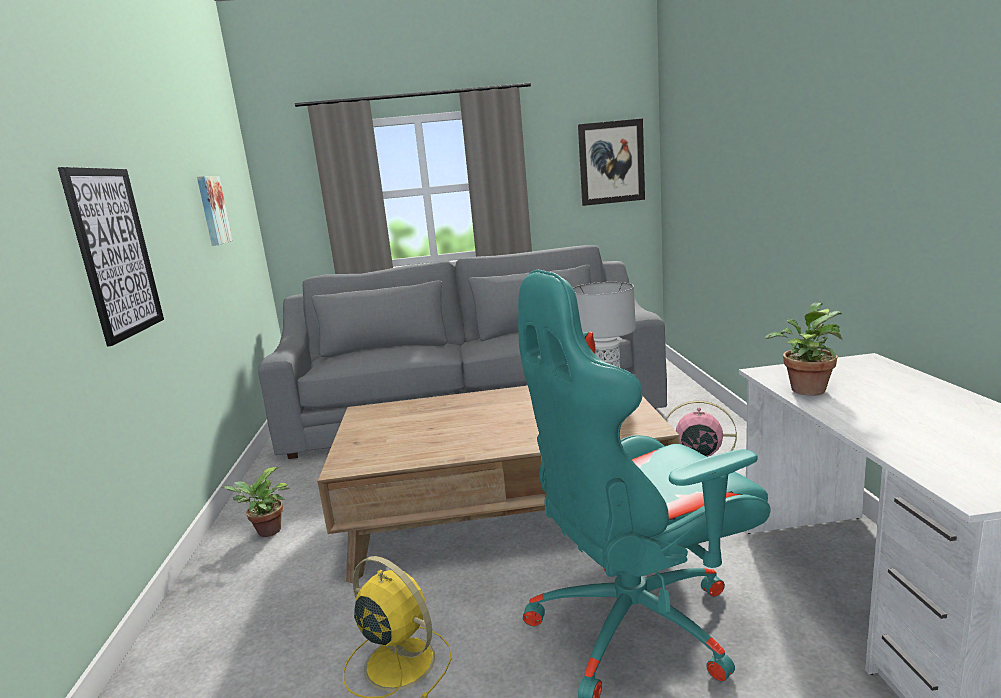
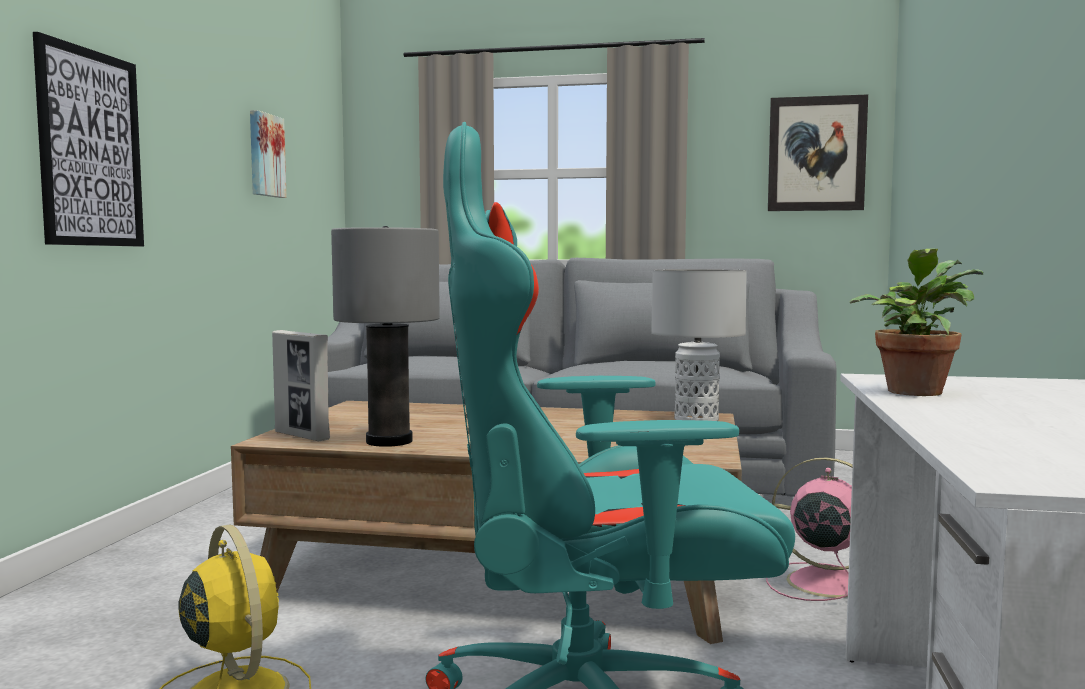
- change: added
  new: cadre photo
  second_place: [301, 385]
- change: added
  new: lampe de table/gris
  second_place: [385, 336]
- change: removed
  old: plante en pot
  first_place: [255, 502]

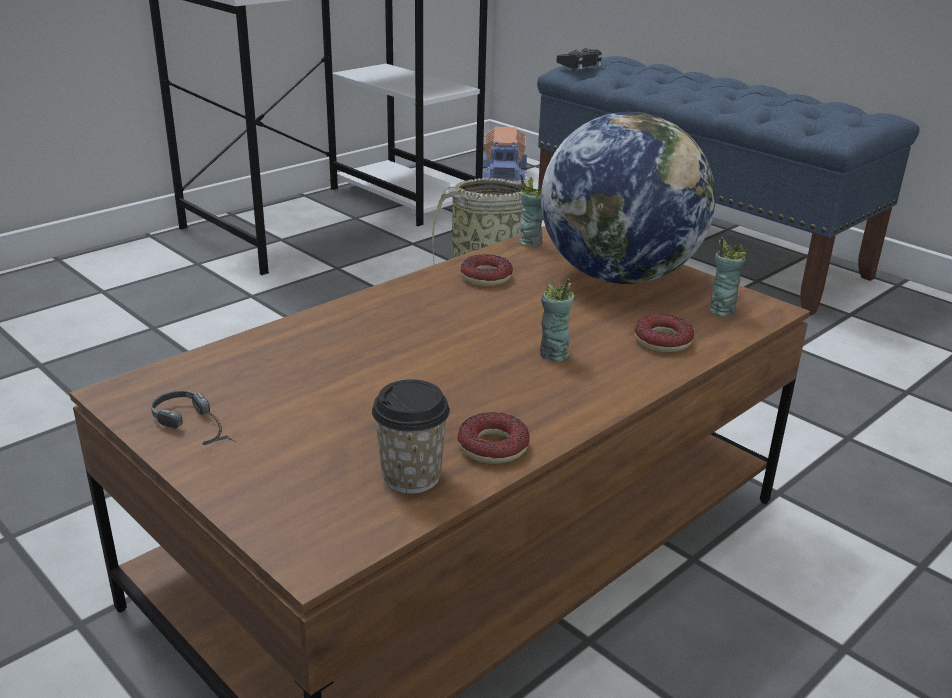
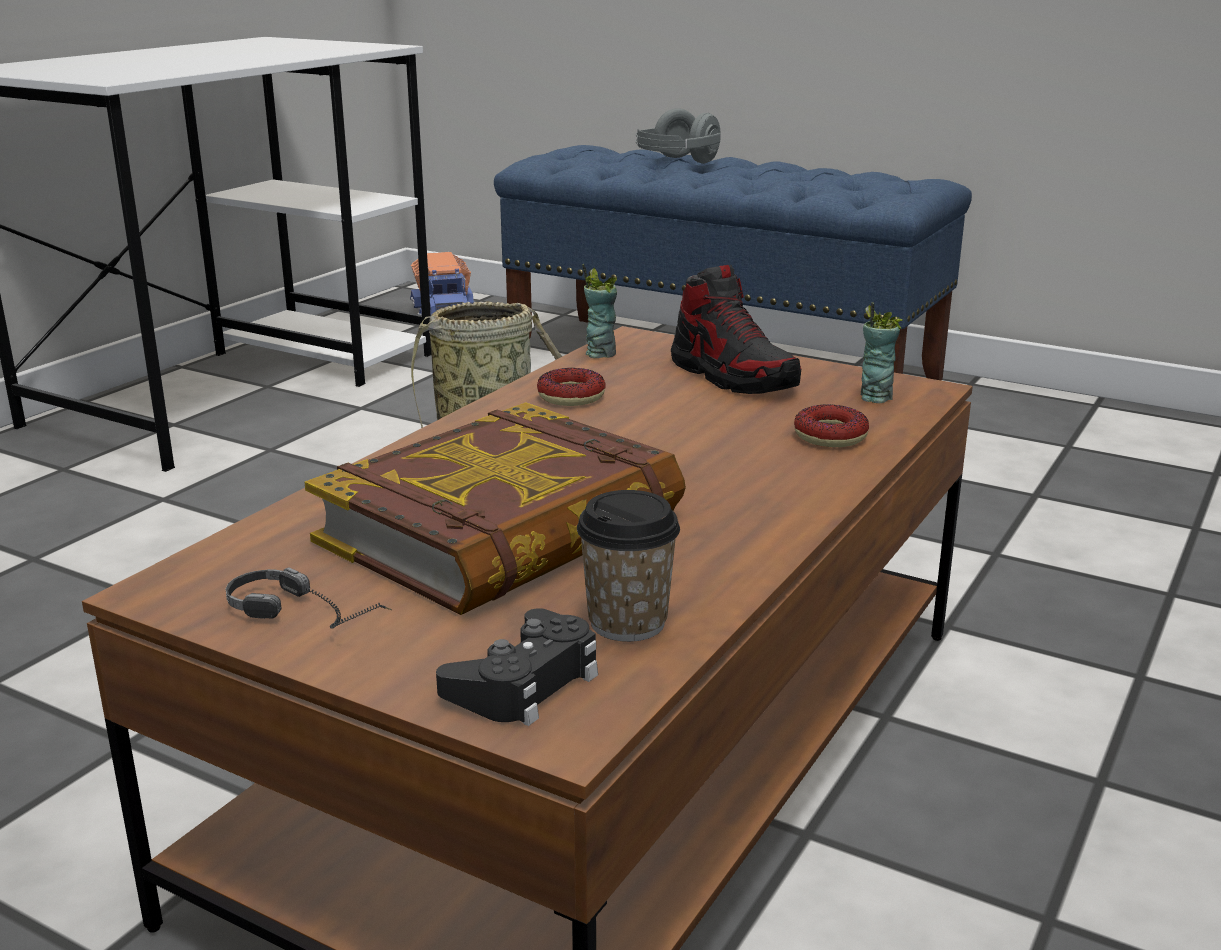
- change: added
  new: livre
  second_place: [495, 508]
- change: moved
  old: manette/noir
  first_place: [579, 58]
  second_place: [517, 667]
- change: added
  new: casque audio/gris
  second_place: [678, 136]
- change: replaced
  old: globe
  new: chaussure
  first_place: [628, 198]
  second_place: [736, 329]
- change: removed
  old: beignet
  first_place: [493, 438]
- change: removed
  old: tasse
  first_place: [557, 320]

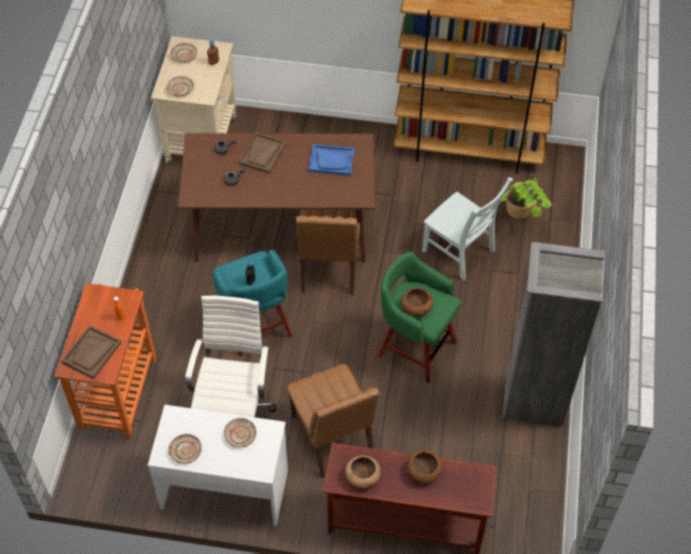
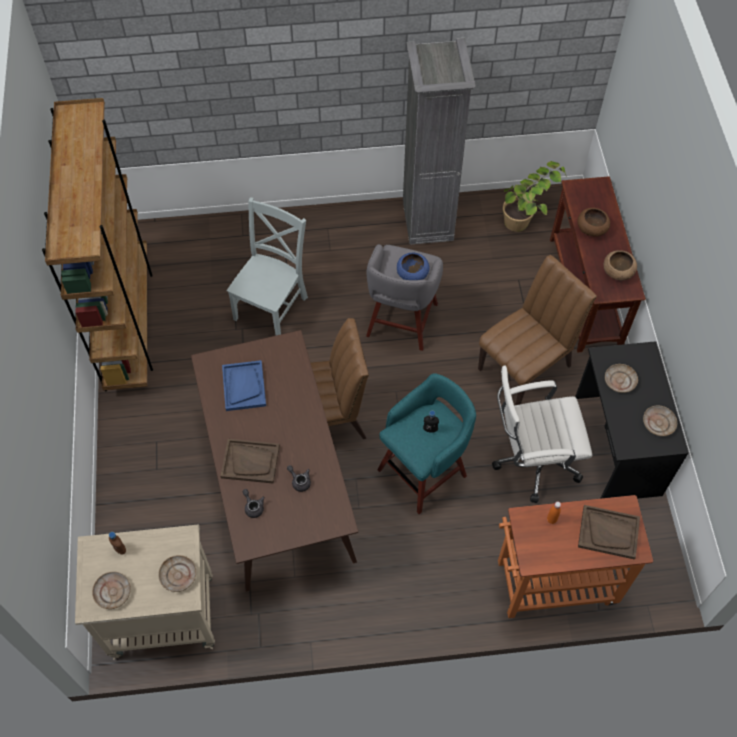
- change: recoloured
  old: tabouret/vert
  new: tabouret/gris
  first_place: [420, 317]
  second_place: [404, 297]
- change: recoloured
  old: bol/marron
  new: bol/bleu
  first_place: [417, 302]
  second_place: [413, 266]
- change: moved
  old: plante en pot
  first_place: [525, 198]
  second_place: [535, 196]
- change: recoloured
  old: bureau/blanc
  new: bureau/noir
  first_place: [218, 465]
  second_place: [632, 420]

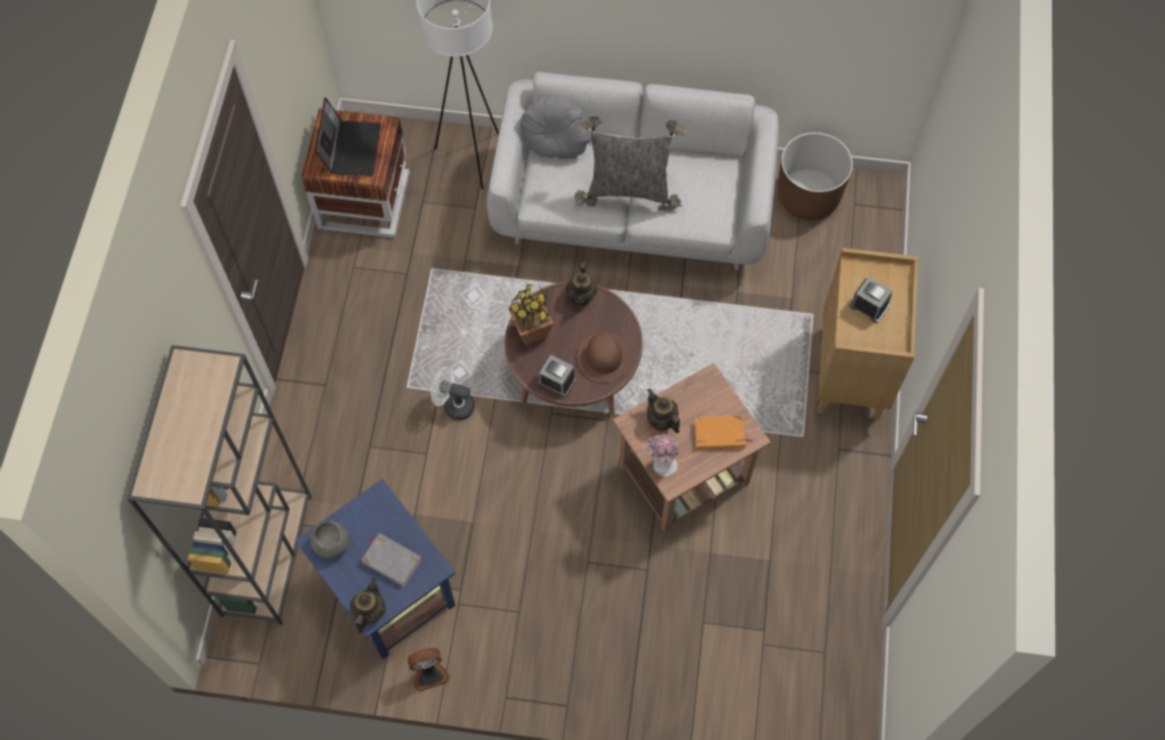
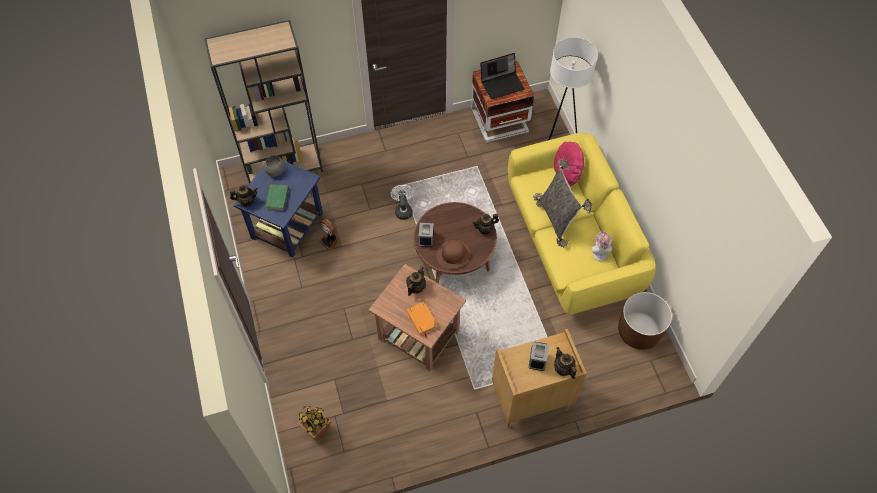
- change: recoloured
  old: livre/gris
  new: livre/vert
  first_place: [391, 560]
  second_place: [277, 197]
- change: moved
  old: plante en pot
  first_place: [530, 315]
  second_place: [314, 423]
- change: moved
  old: ventilateur
  first_place: [428, 670]
  second_place: [329, 235]
- change: recoloured
  old: canapé/gris
  new: canapé/jaune
  first_place: [633, 171]
  second_place: [582, 223]
- change: recoloured
  old: coussin/gris
  new: coussin/rose
  first_place: [555, 127]
  second_place: [569, 164]
- change: added
  new: théière
  second_place: [565, 363]
- change: moved
  old: chapeau
  first_place: [662, 455]
  second_place: [602, 246]

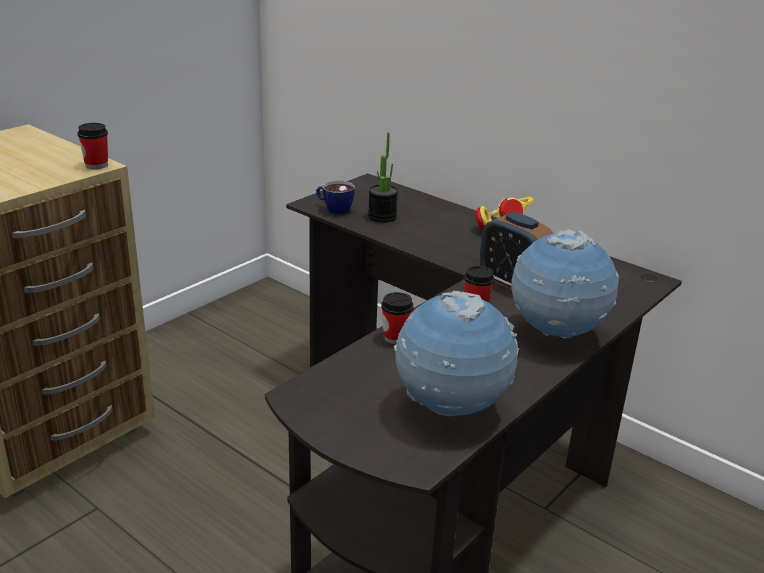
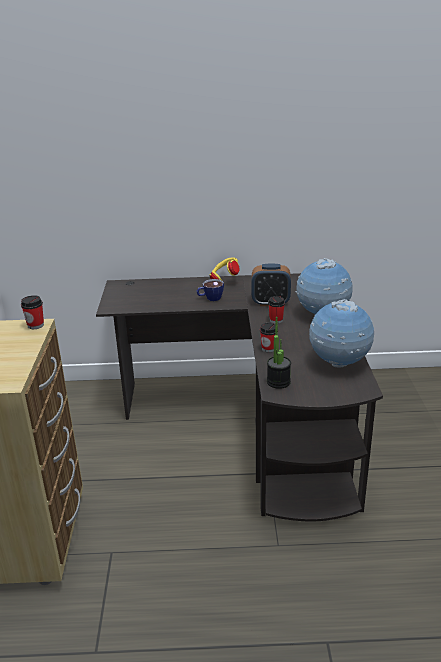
- change: moved
  old: tasse
  first_place: [335, 197]
  second_place: [210, 290]
- change: moved
  old: plante en pot
  first_place: [383, 177]
  second_place: [279, 353]

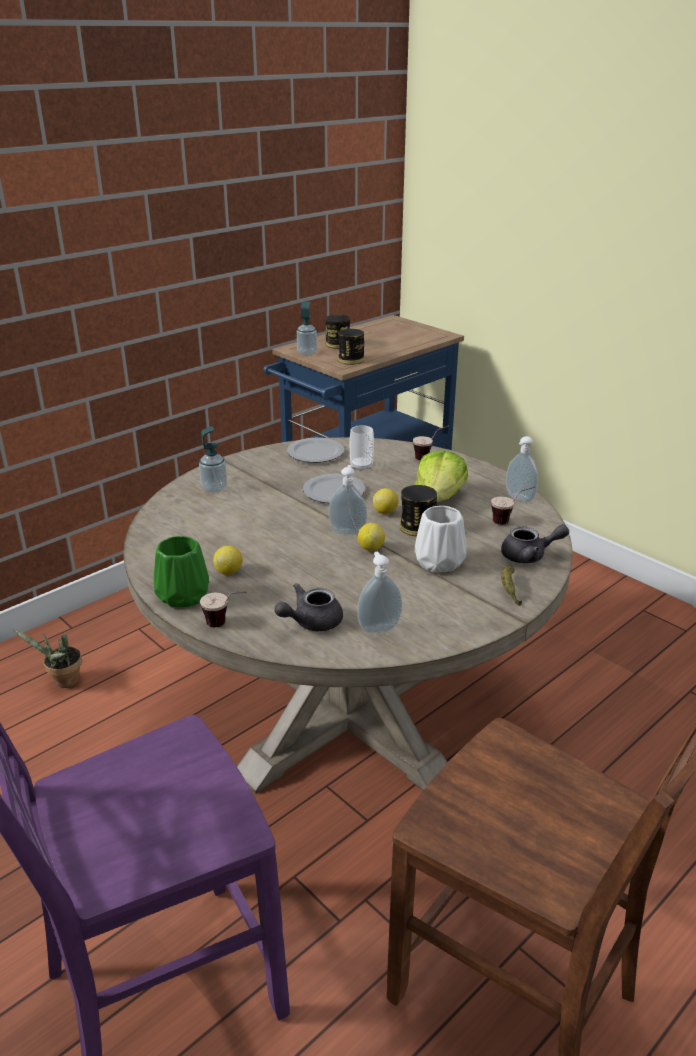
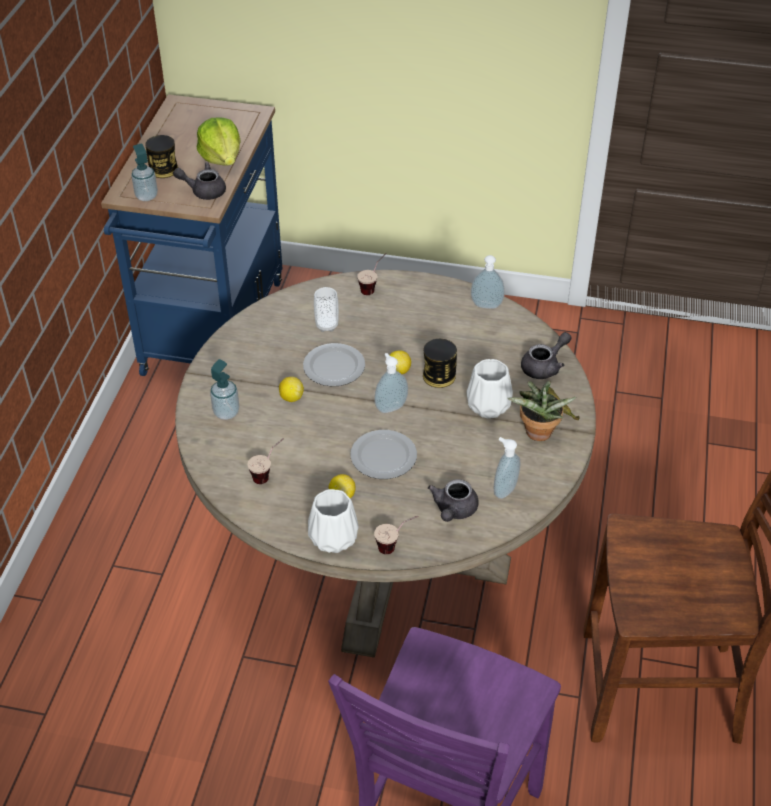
- change: replaced
  old: boîte métallique
  new: théière/gris
  first_place: [351, 347]
  second_place: [199, 181]
- change: moved
  old: laitue
  first_place: [441, 476]
  second_place: [219, 141]
- change: moved
  old: tasse
  first_place: [513, 506]
  second_place: [266, 461]
- change: moved
  old: citron
  first_place: [371, 537]
  second_place: [291, 389]
- change: recoloured
  old: vase/vert
  new: vase/blanc
  first_place: [181, 571]
  second_place: [333, 521]
- change: moved
  old: assiette
  first_place: [315, 450]
  second_place: [383, 454]
- change: moved
  old: plante en pot
  first_place: [47, 658]
  second_place: [541, 411]

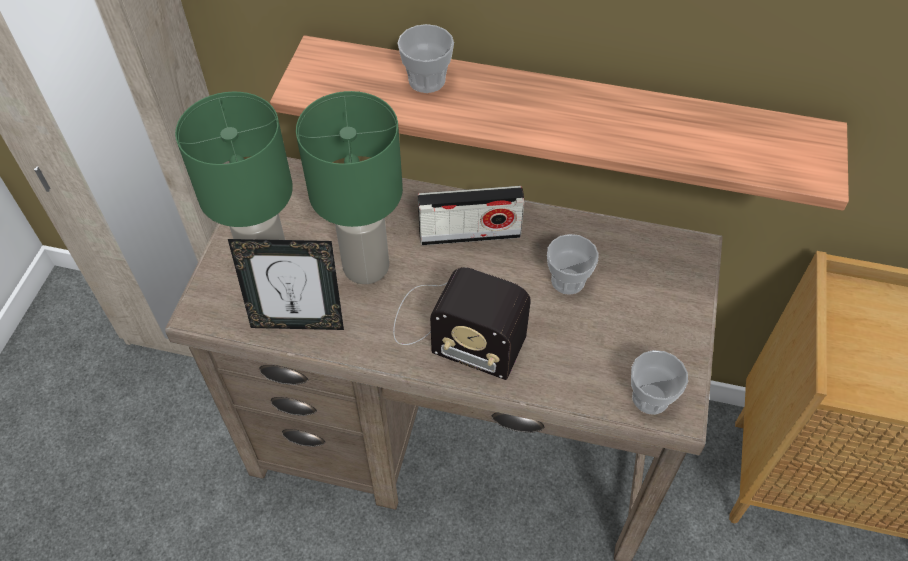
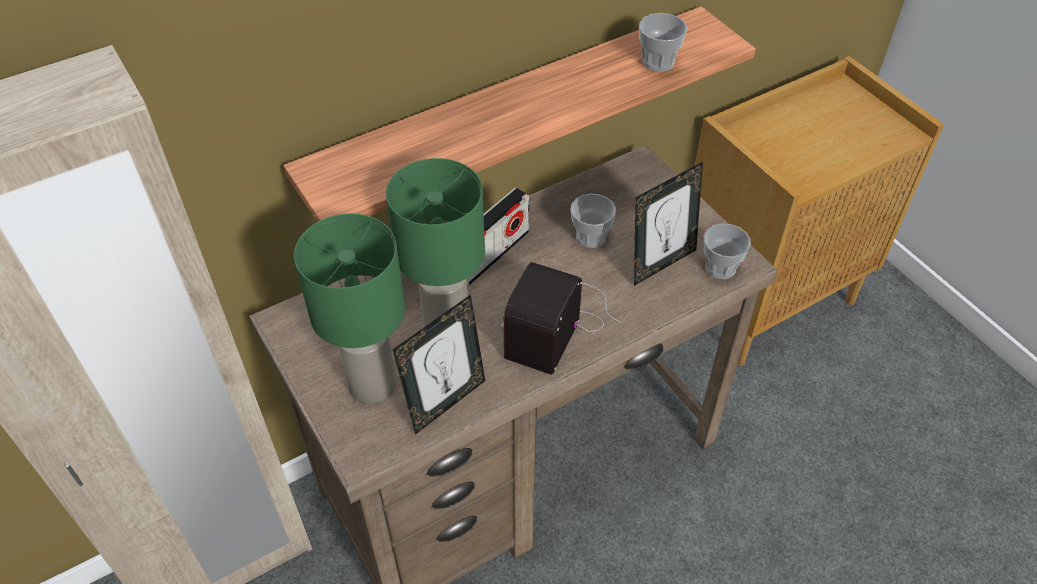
- change: turned
  old: radio
  first_place: [462, 323]
  second_place: [561, 318]
  degrees: 135
- change: added
  new: cadre photo
  second_place: [668, 224]
- change: moved
  old: tasse
  first_place: [425, 58]
  second_place: [663, 42]

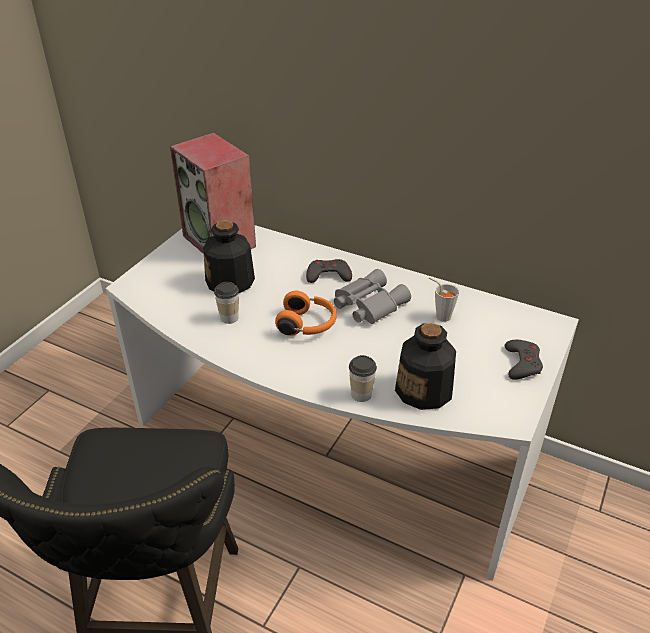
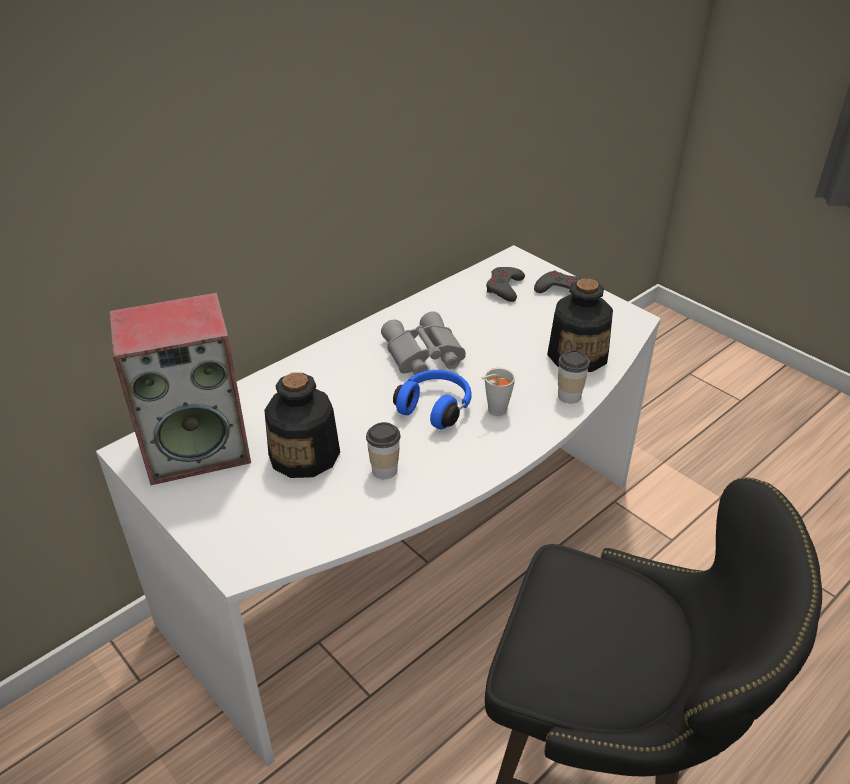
- change: recoloured
  old: casque audio/orange
  new: casque audio/bleu
  first_place: [306, 313]
  second_place: [432, 399]
- change: moved
  old: tasse/gris
  first_place: [444, 299]
  second_place: [498, 391]
- change: moved
  old: manette/gris
  first_place: [329, 271]
  second_place: [505, 284]

